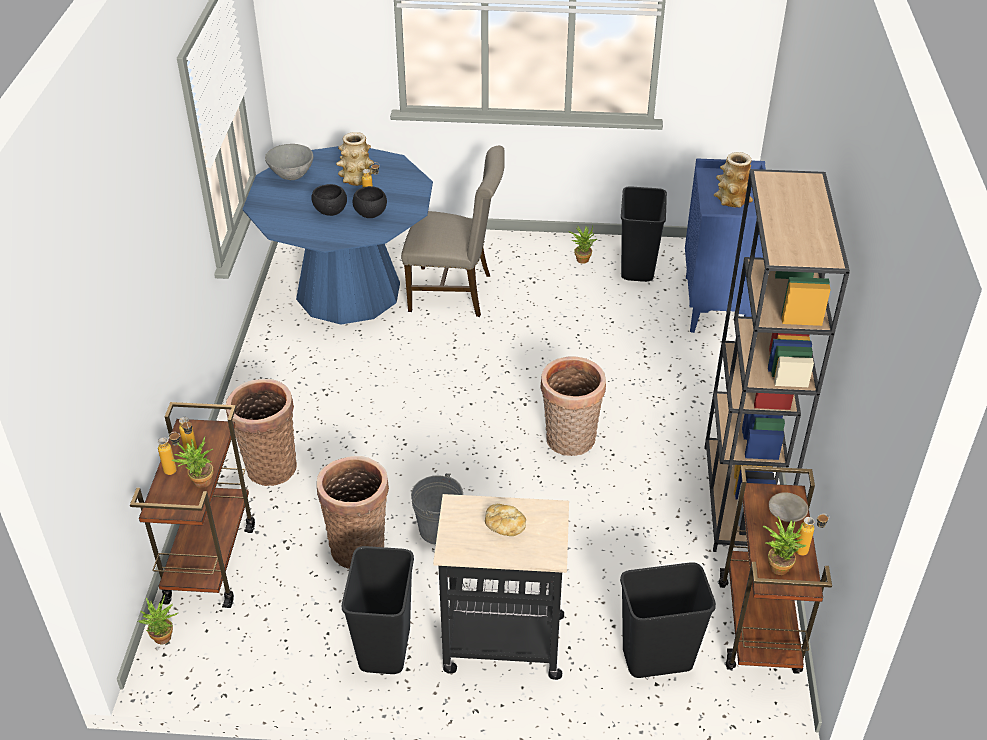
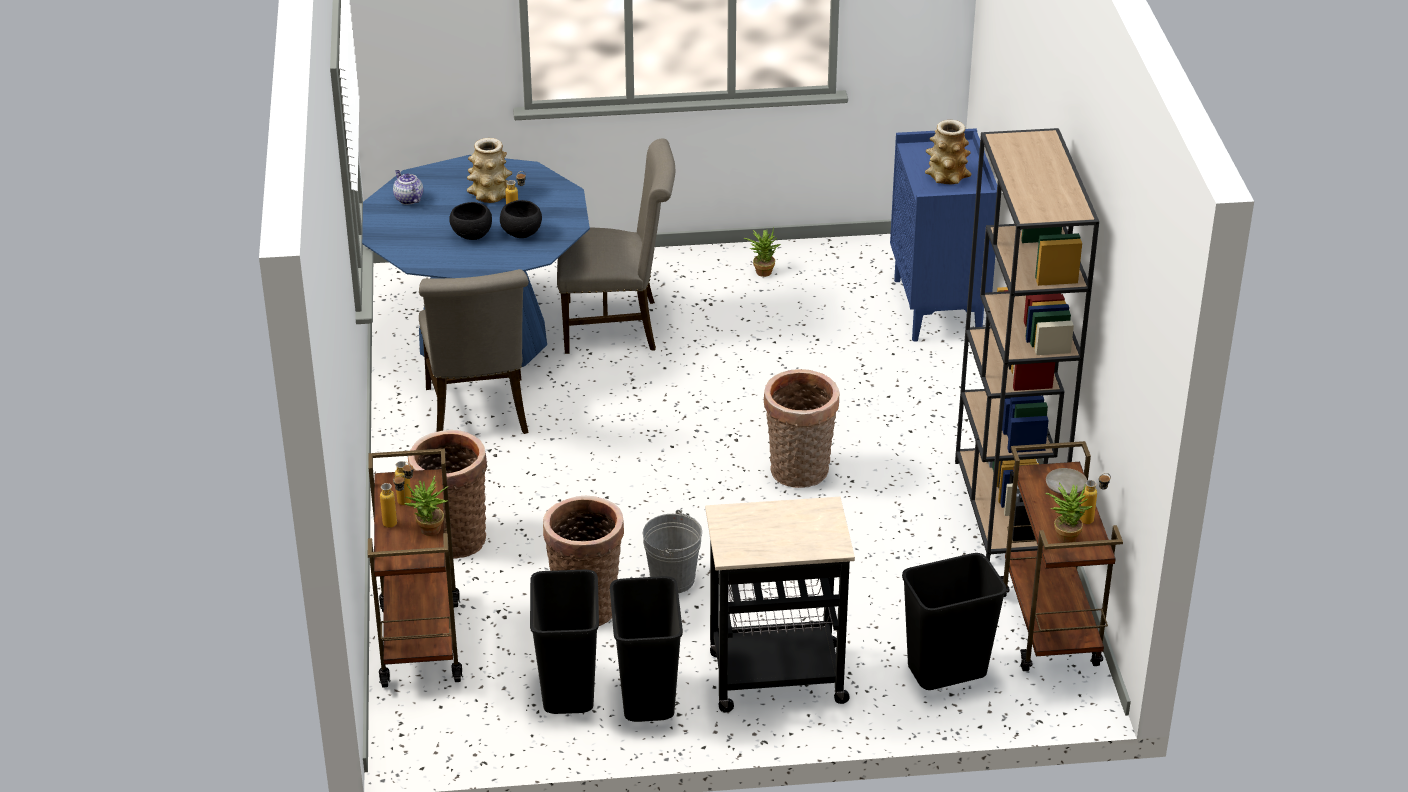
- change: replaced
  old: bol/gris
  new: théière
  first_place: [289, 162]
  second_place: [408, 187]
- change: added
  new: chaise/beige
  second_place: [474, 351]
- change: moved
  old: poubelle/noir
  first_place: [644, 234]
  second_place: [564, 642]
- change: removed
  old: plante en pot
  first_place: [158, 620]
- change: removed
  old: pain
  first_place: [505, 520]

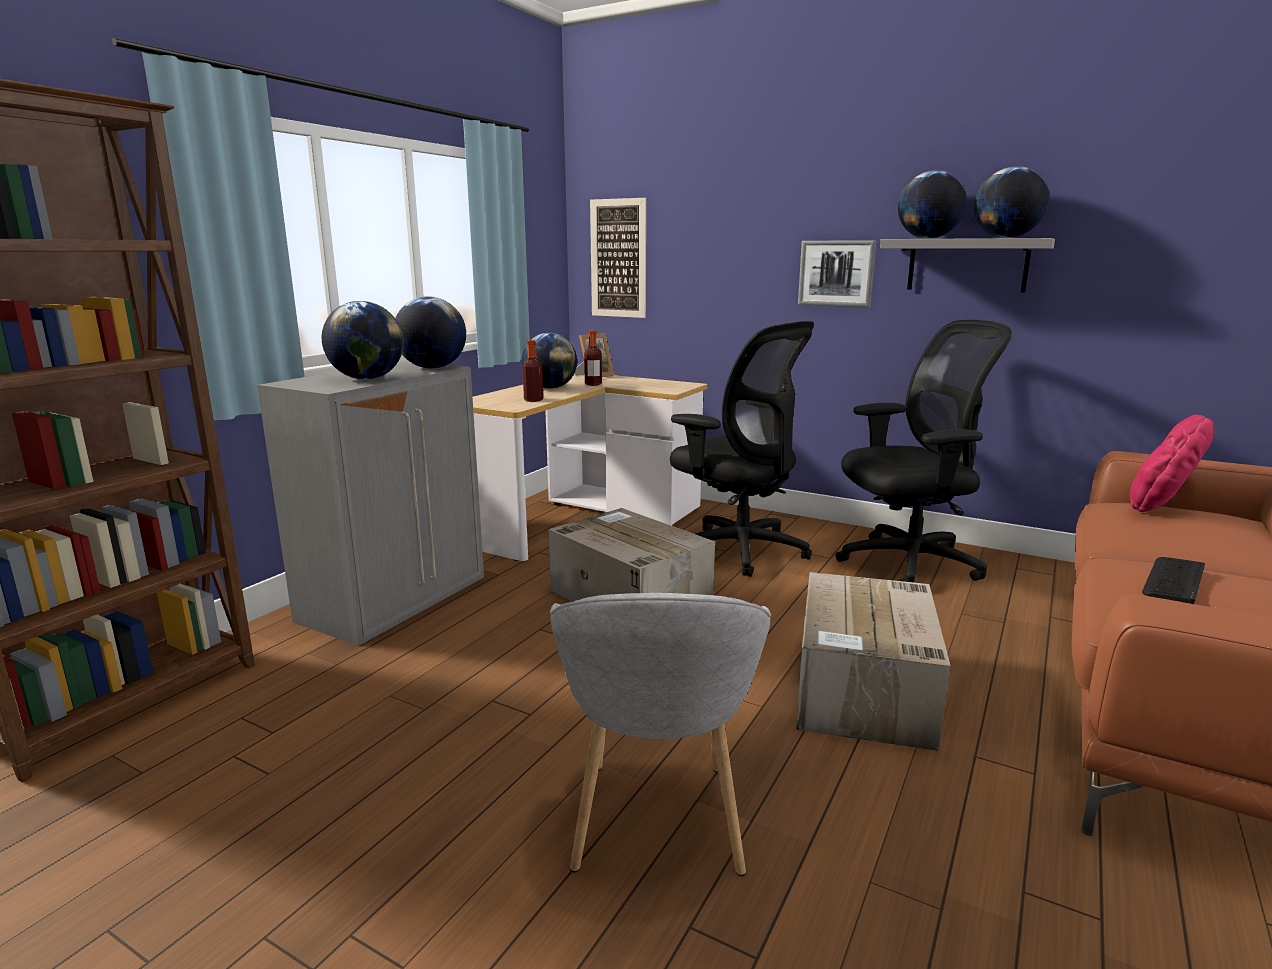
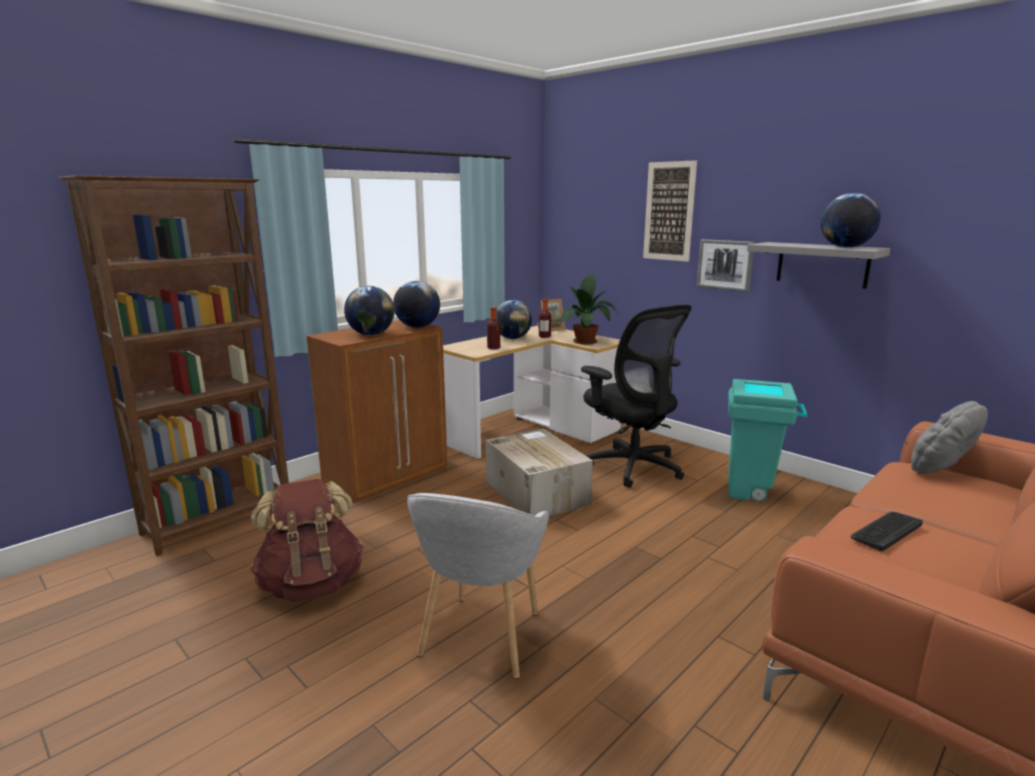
- change: added
  new: sac à dos/marron
  second_place: [306, 540]
- change: recoloured
  old: meuble de rangement/gris
  new: meuble de rangement/marron
  first_place: [370, 503]
  second_place: [377, 411]
- change: added
  new: plante en pot
  second_place: [588, 309]
- change: moved
  old: tableau
  first_place: [618, 258]
  second_place: [670, 211]
- change: replaced
  old: chaise de bureau/noir
  new: poubelle/turquoise
  first_place: [924, 451]
  second_place: [768, 440]
- change: recoloured
  old: coussin/rose
  new: coussin/gris
  first_place: [1172, 463]
  second_place: [949, 437]
- change: removed
  old: carton
  first_place: [873, 661]
- change: removed
  old: globe
  first_place: [932, 204]

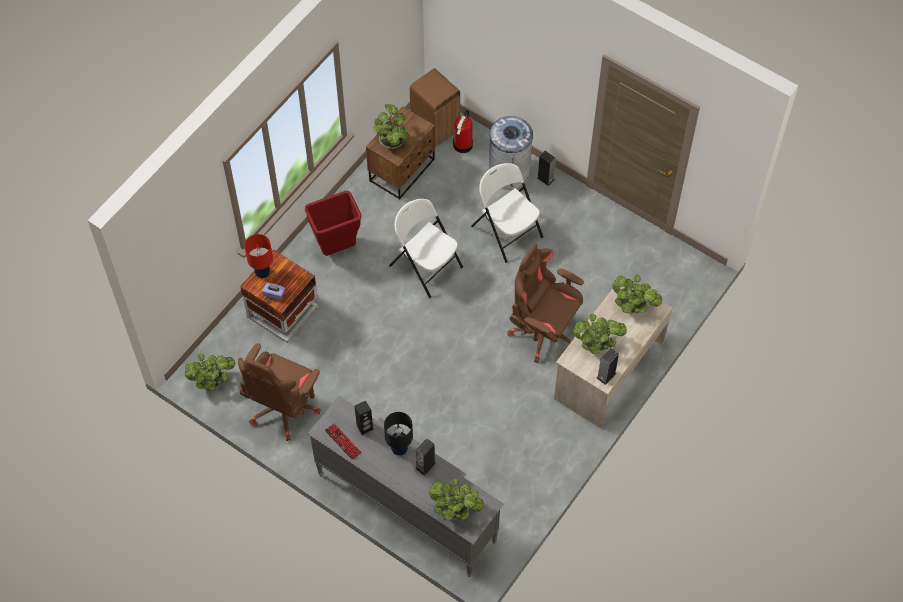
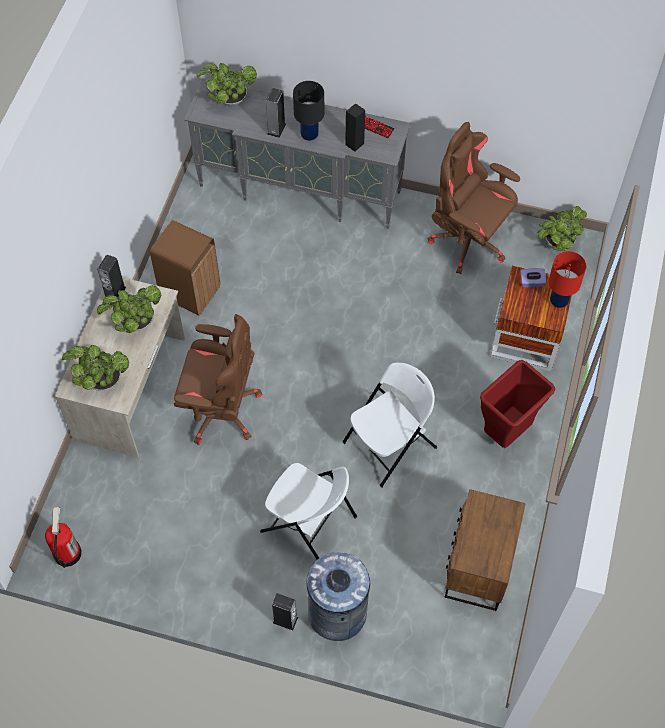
- change: moved
  old: extincteur
  first_place: [463, 131]
  second_place: [63, 537]
- change: moved
  old: poubelle/marron
  first_place: [435, 107]
  second_place: [185, 267]
- change: turned
  old: chaise/blanc
  first_place: [426, 249]
  second_place: [389, 425]
  degrees: -60
- change: turned
  old: chaise de bureau/marron
  first_place: [279, 392]
  second_place: [474, 198]
  degrees: -60
- change: removed
  old: plante en pot
  first_place: [391, 126]

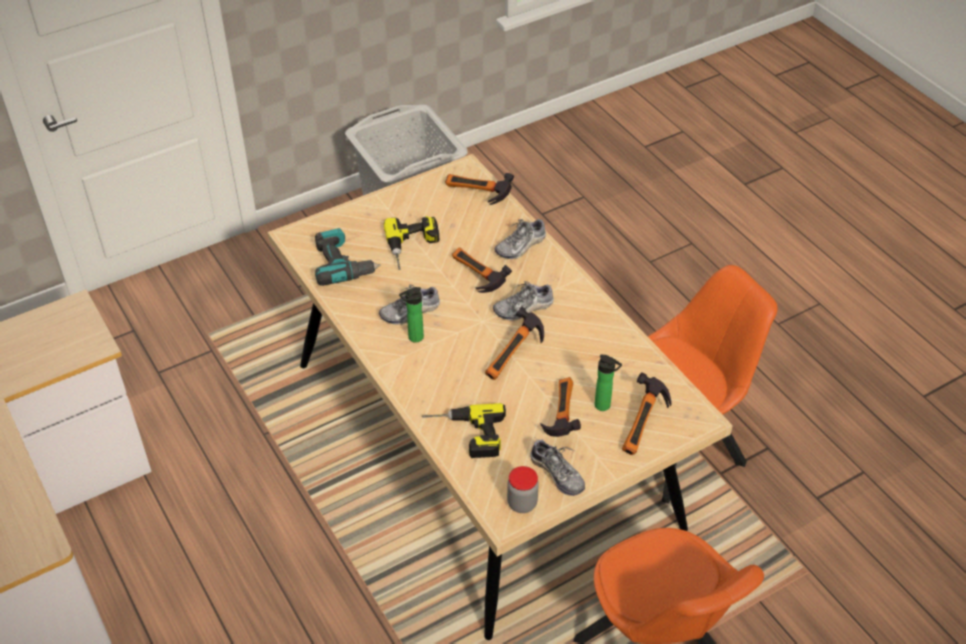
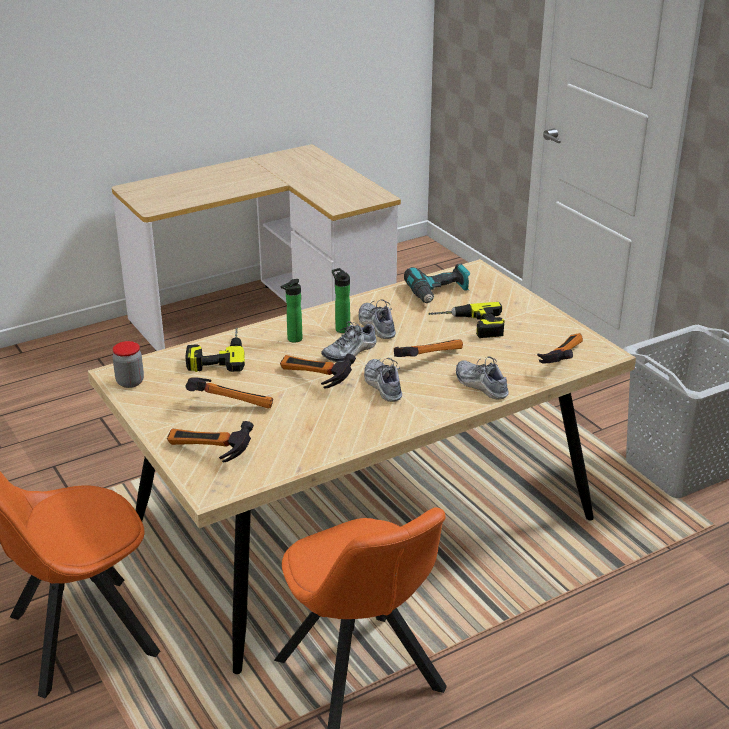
- change: moved
  old: bouteille
  first_place: [608, 383]
  second_place: [291, 311]
- change: moved
  old: chaussure
  first_place: [557, 467]
  second_place: [349, 341]

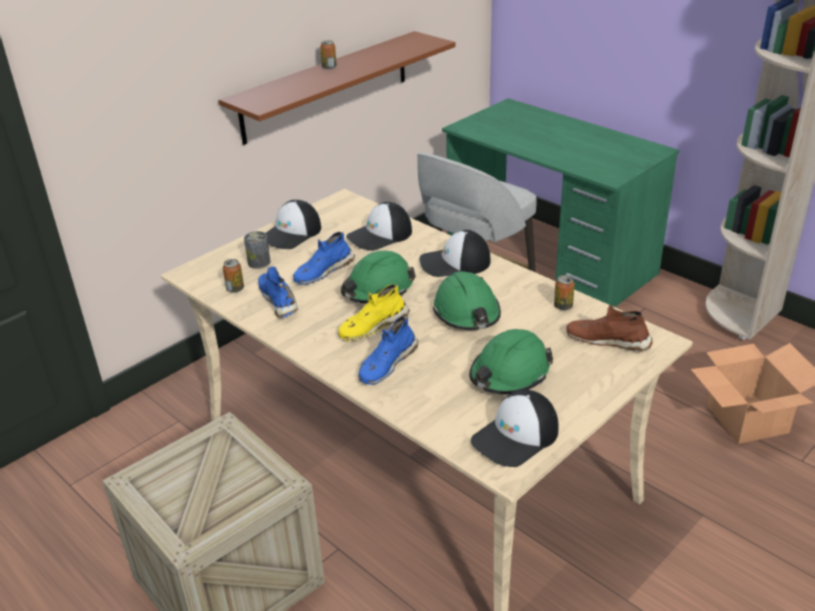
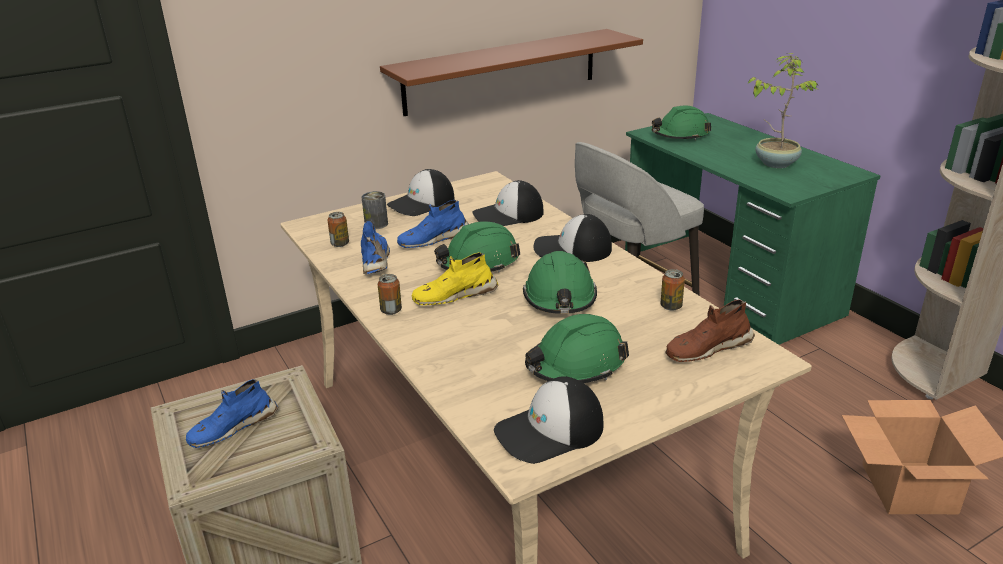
- change: moved
  old: chaussure/bleu
  first_place: [388, 350]
  second_place: [232, 413]
- change: moved
  old: boîte métallique
  first_place: [328, 54]
  second_place: [390, 294]
- change: added
  new: casque de chantier/vert
  second_place: [681, 123]
- change: turned
  old: chaussure/marron
  first_place: [609, 328]
  second_place: [710, 330]
  degrees: -60
- change: added
  new: plante en pot
  second_place: [783, 110]

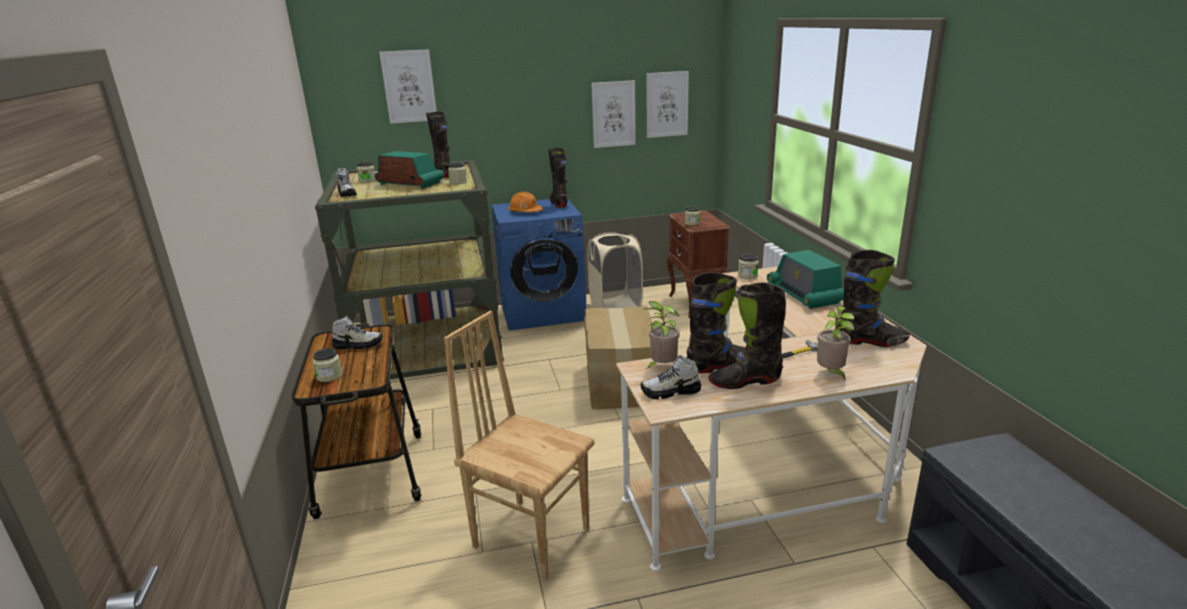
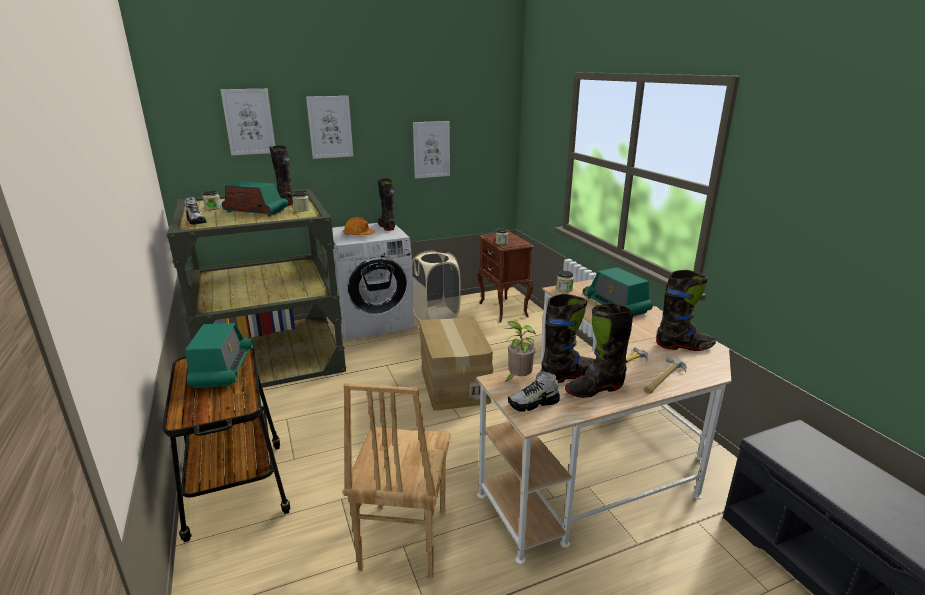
- change: replaced
  old: chaussure
  new: radio
  first_place: [357, 332]
  second_place: [219, 355]
- change: moved
  old: tableau
  first_place: [667, 104]
  second_place: [329, 127]
- change: recoloured
  old: lave-linge/bleu
  new: lave-linge/blanc
  first_place: [539, 265]
  second_place: [373, 281]
- change: turned
  old: chaise/marron
  first_place: [519, 445]
  second_place: [397, 480]
  degrees: -105
- change: replaced
  old: plante en pot
  new: marteau
  first_place: [835, 343]
  second_place: [665, 375]
- change: removed
  old: bocal
  first_place: [328, 365]

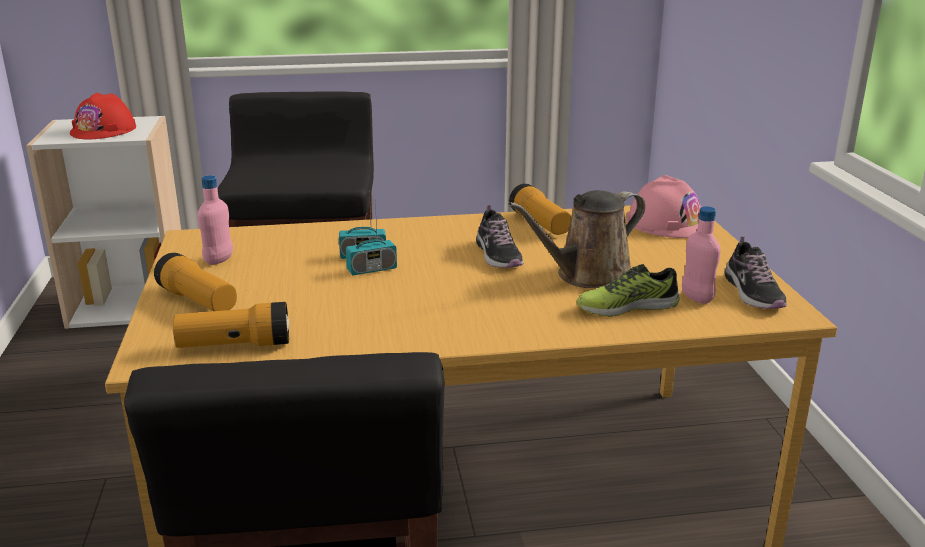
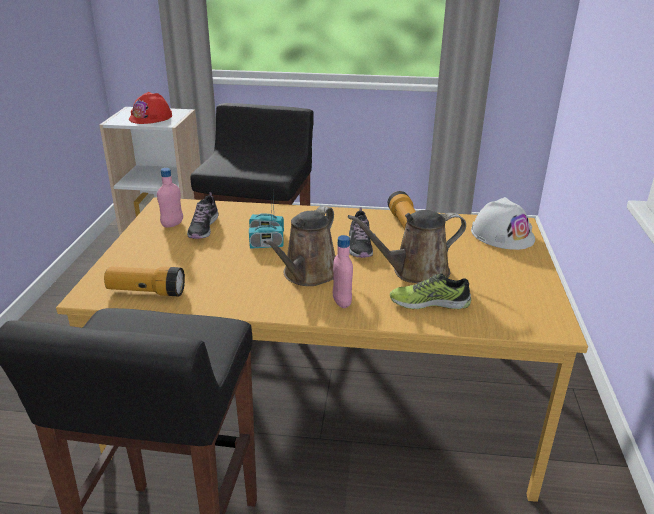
- change: moved
  old: chaussure
  first_place: [756, 273]
  second_place: [202, 215]
- change: added
  new: arrosoir/marron
  second_place: [299, 246]
- change: moved
  old: bouteille/rose
  first_place: [701, 255]
  second_place: [343, 271]
- change: recoloured
  old: casque de chantier/rose
  new: casque de chantier/blanc
  first_place: [663, 206]
  second_place: [503, 223]
- change: removed
  old: lampe de poche
  first_place: [195, 282]

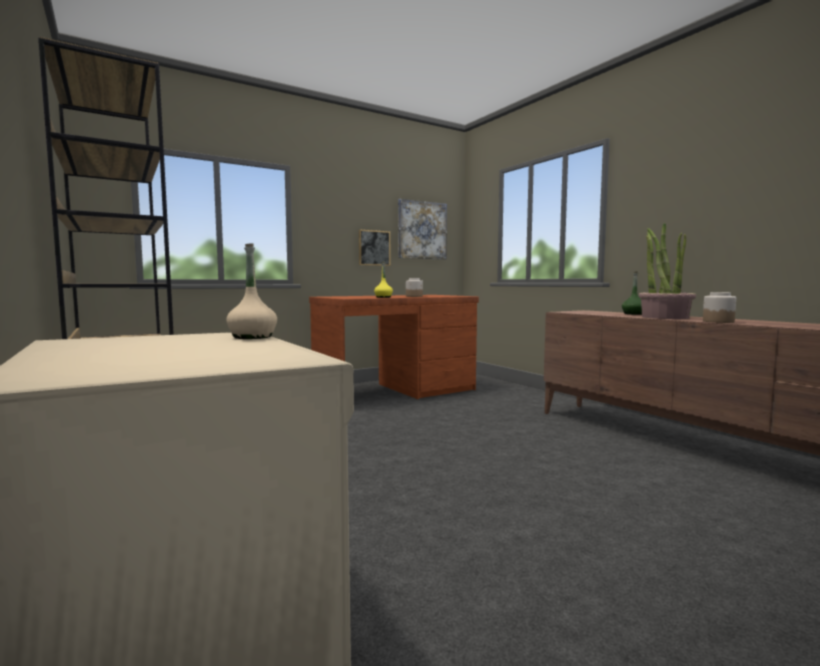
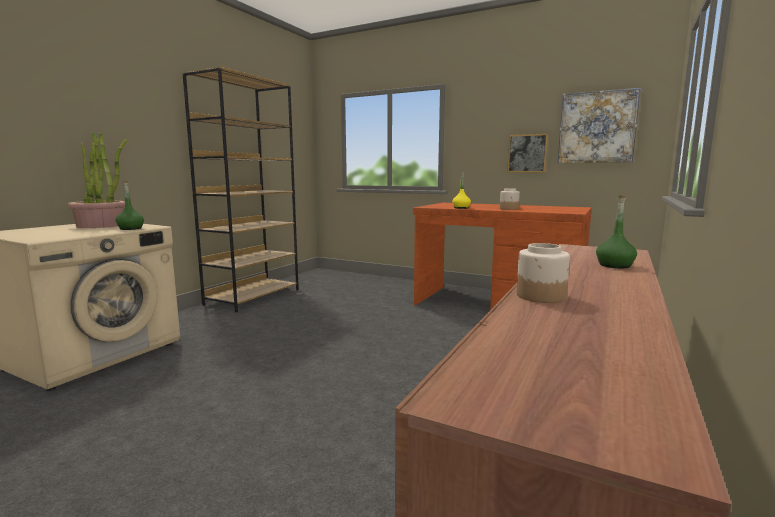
- change: moved
  old: plante en pot
  first_place: [667, 271]
  second_place: [97, 180]
- change: recoloured
  old: bouteille/beige
  new: bouteille/vert
  first_place: [251, 291]
  second_place: [129, 205]

